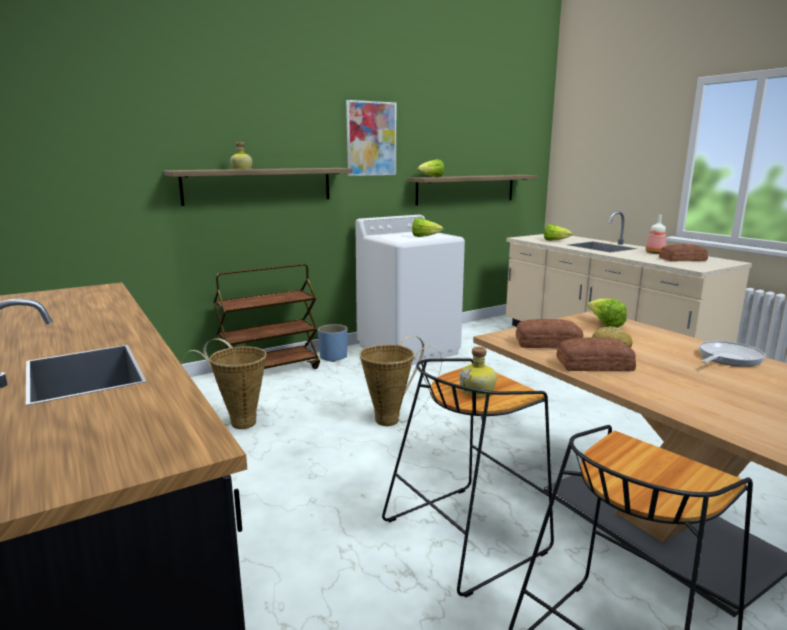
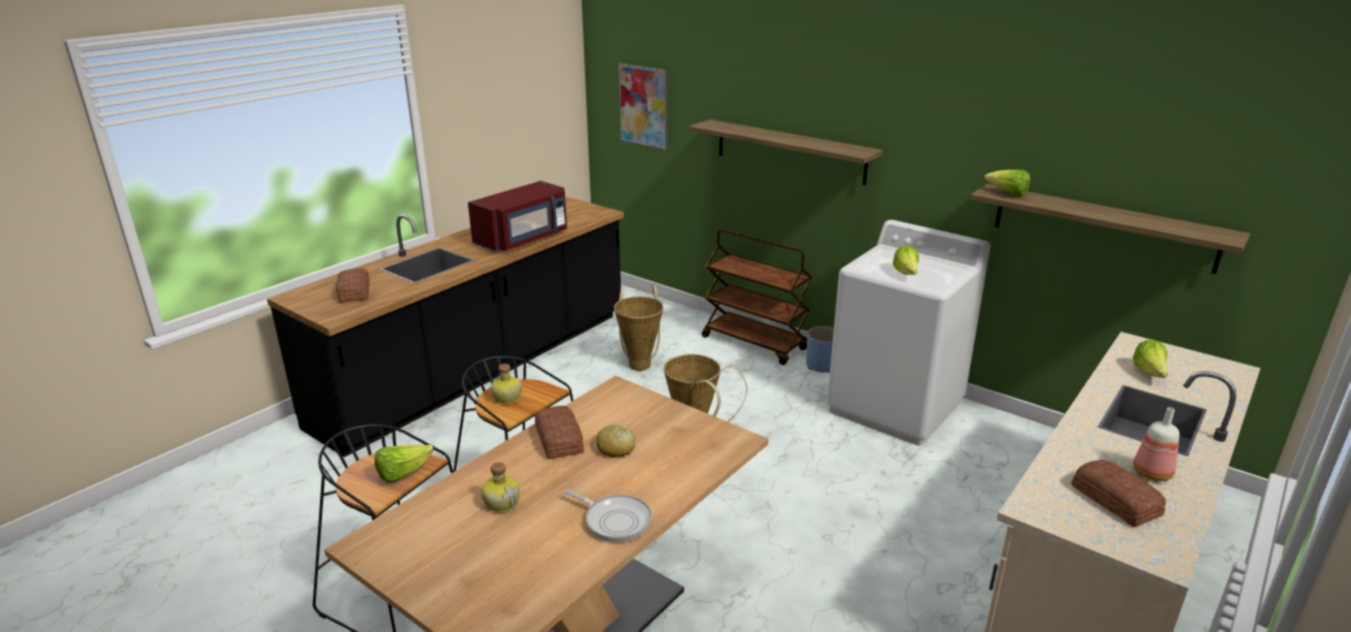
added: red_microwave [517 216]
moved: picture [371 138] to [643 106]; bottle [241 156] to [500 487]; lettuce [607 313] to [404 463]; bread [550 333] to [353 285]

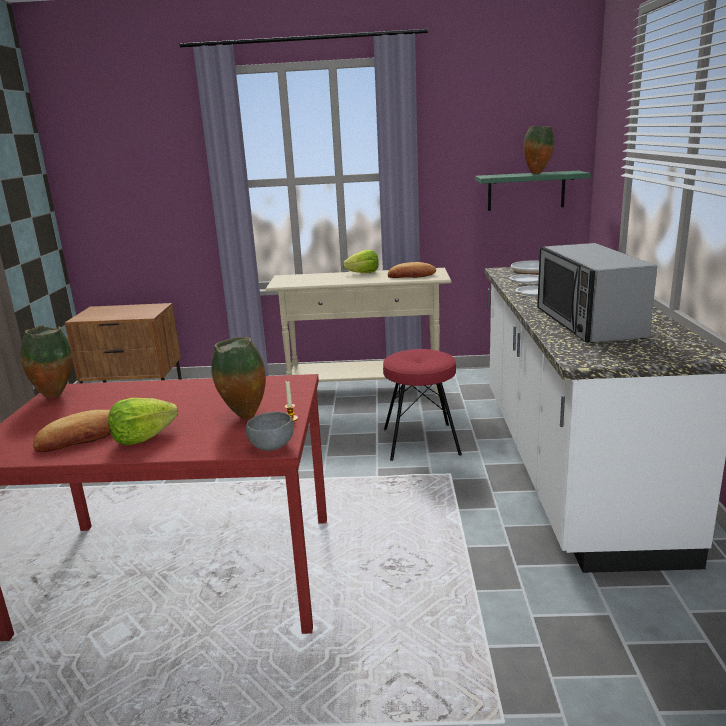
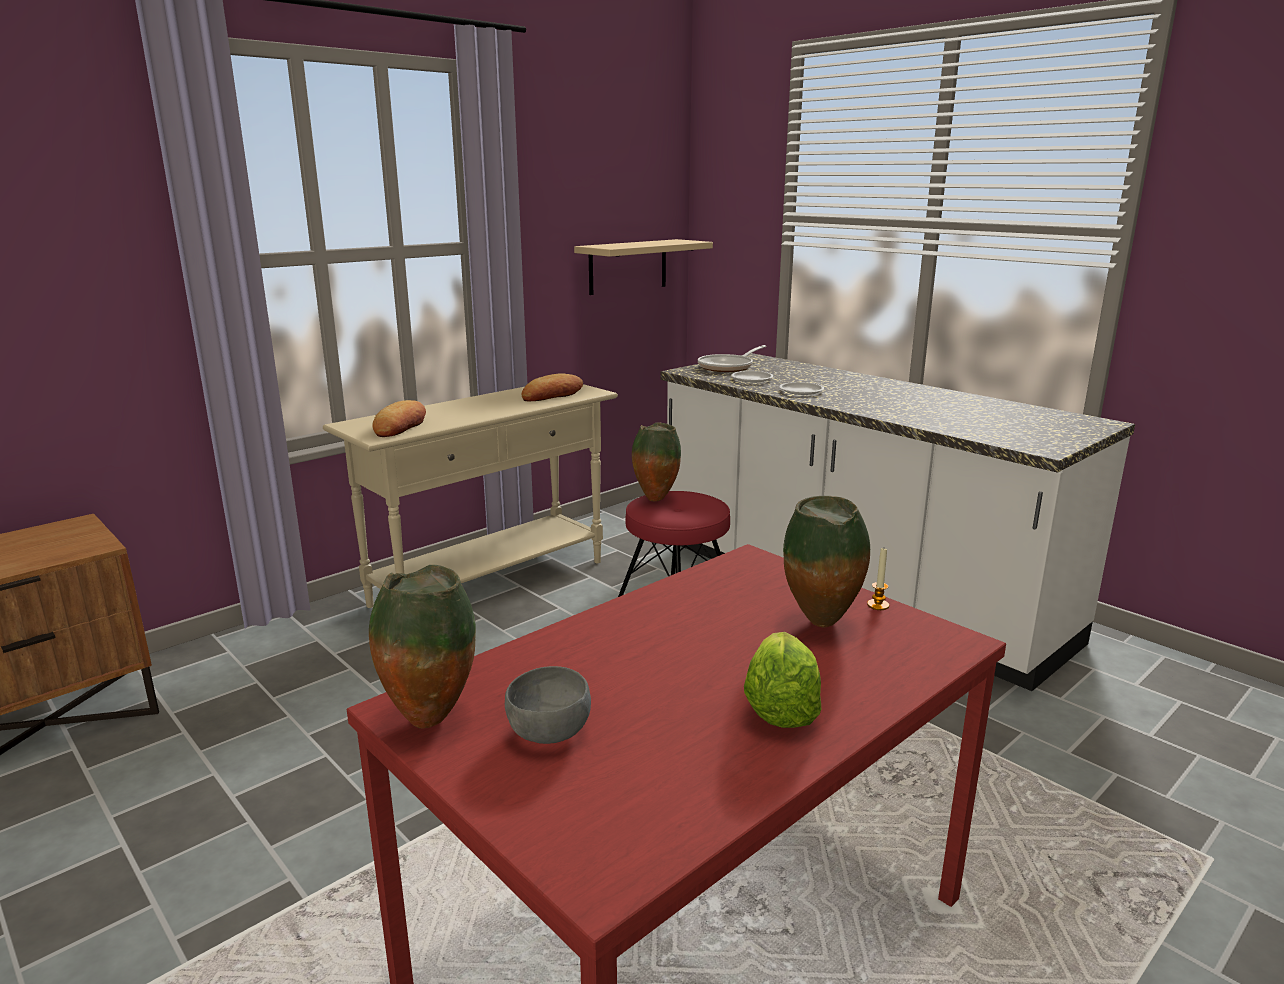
removed: microwave [597 293]; lettuce [360 261]
moved: vase [539 150] to [656 462]; bread [72 431] to [399 418]; grey_bowl [270 431] to [548 705]
recoloured: green_shelf [533 191] to beige_shelf [643 267]

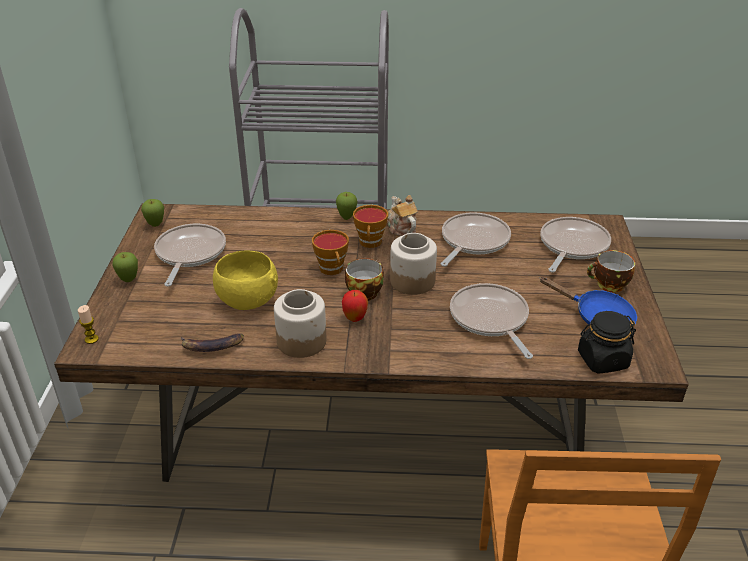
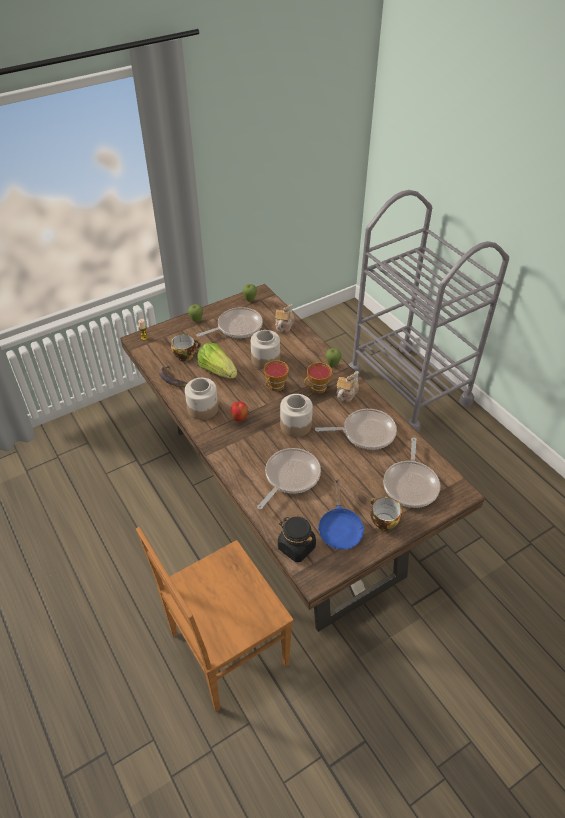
added: teapot [284 318]; jar [265 349]
moved: cup [364 279] to [186 347]
replaced: yellow_bowl [245 280] to lettuce [217 361]
turned: frying_pan [575 245] = [412 473] 105 degrees clockwise

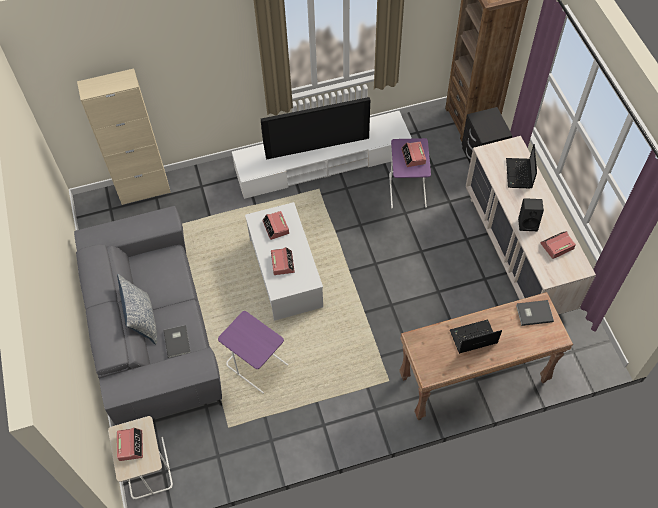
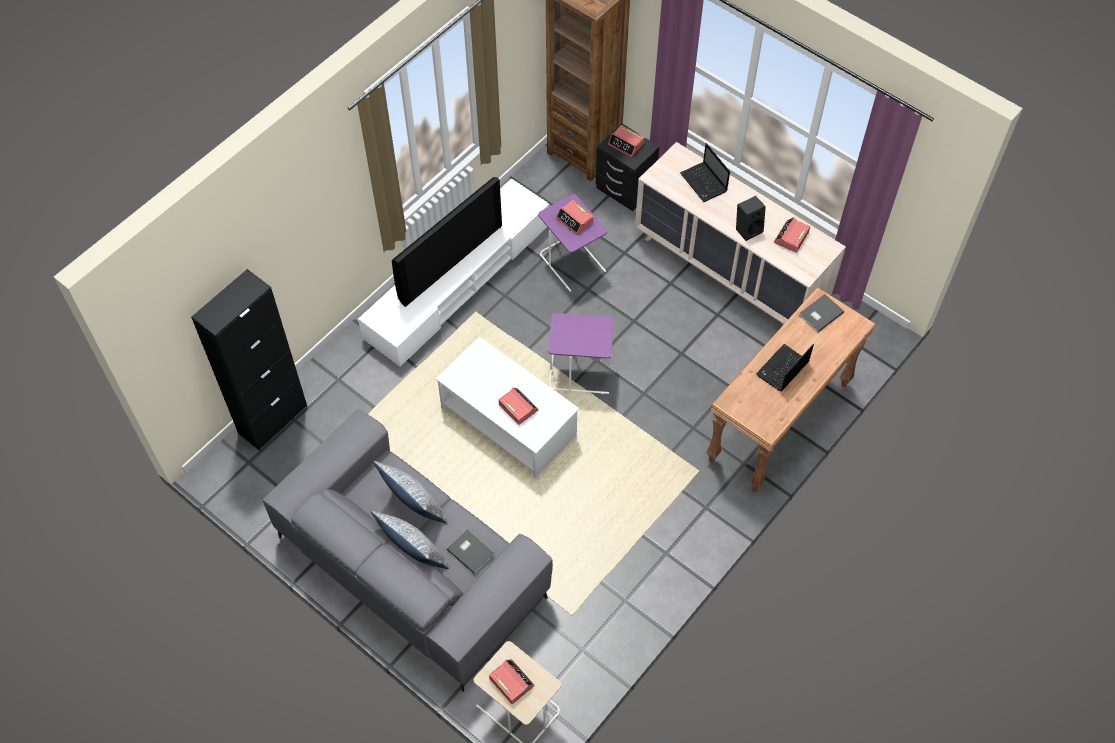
added: pillow [410 492]
moved: alarm_clock [275 225] to [626 141]; purple_side_table [253 352] to [581 353]
recoloured: beige_cabinet [124 136] to black_cabinet [249 359]

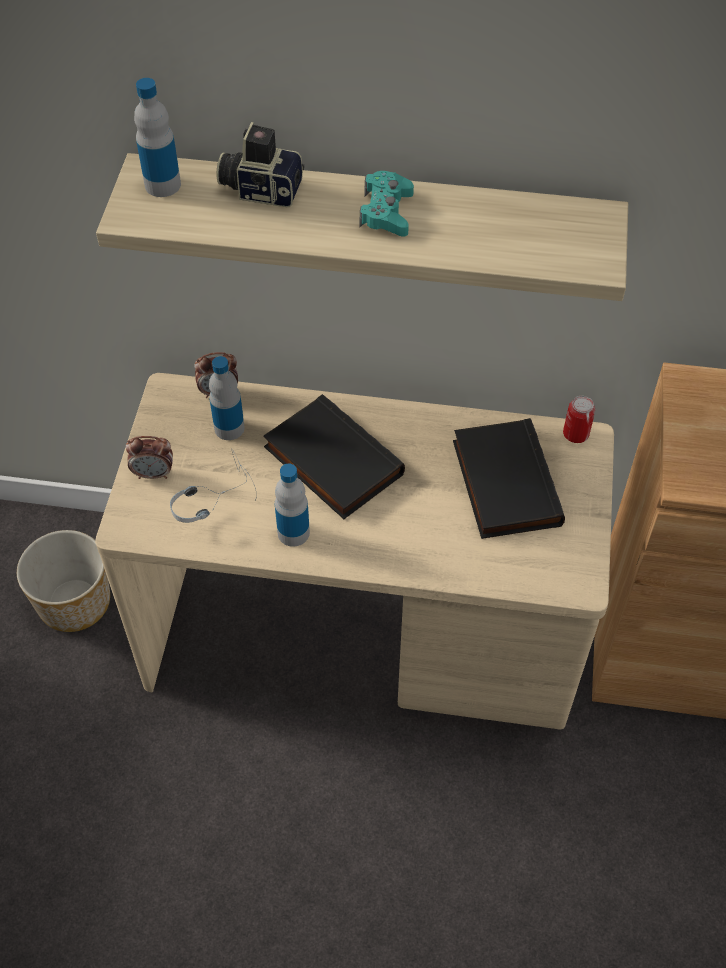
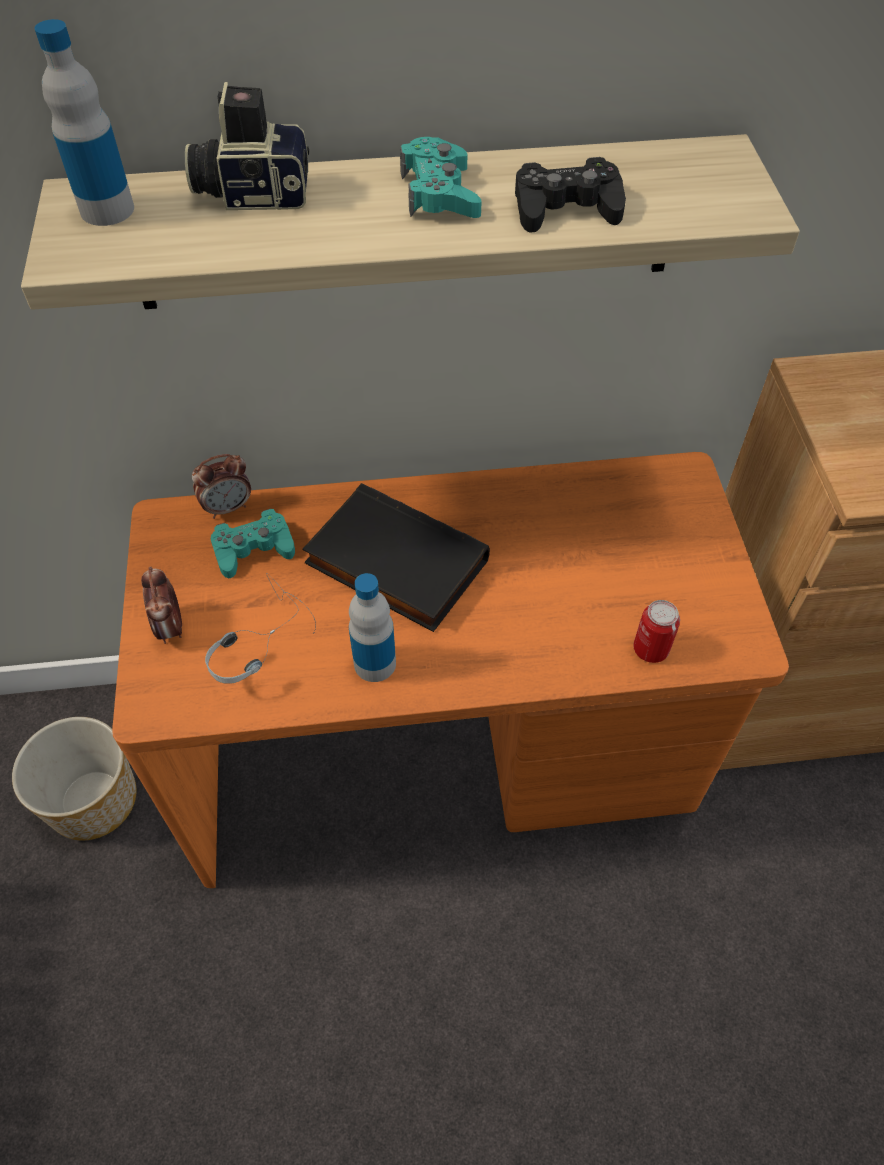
removed: black_book [509 478]
added: black_game_controller [570 195]
moved: can [579 419] to [656 631]
replaced: bottle [227 398] to turquoise_game_controller [253 543]
recoloured: beige_desk [354 551] to orange_desk [450 670]
turned: alarm_clock [149 457] = [161 605] 90 degrees clockwise

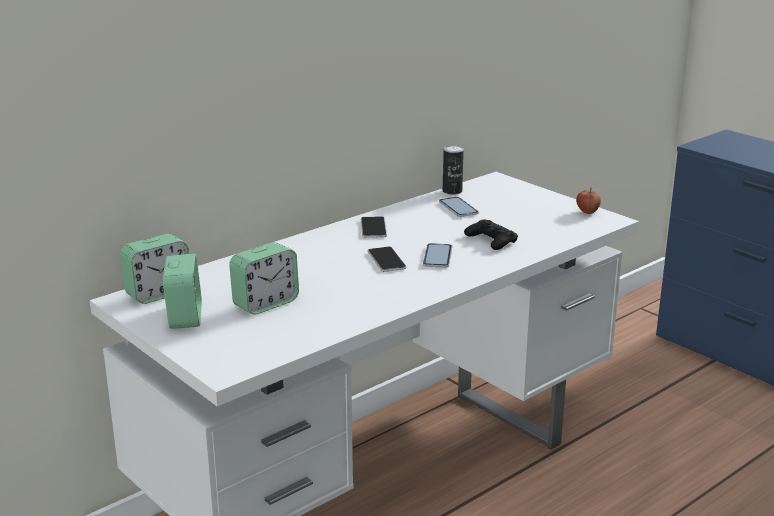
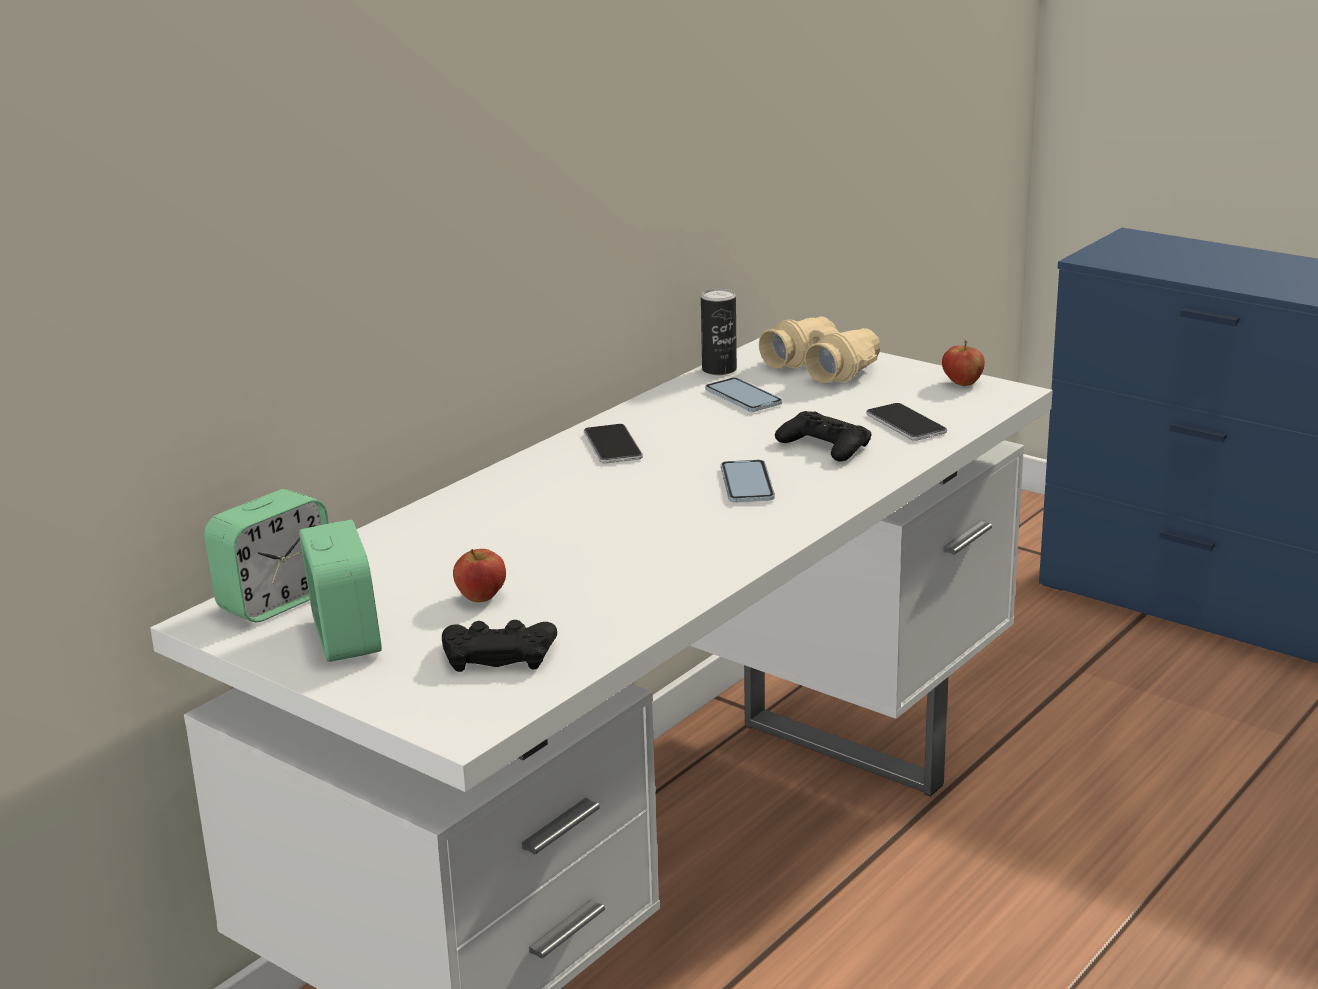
added: beige_binoculars [819 349]; black_game_controller [499 646]
moved: phone [387 259] to [906 422]
replaced: alarm_clock [264 278] to apple [479 575]

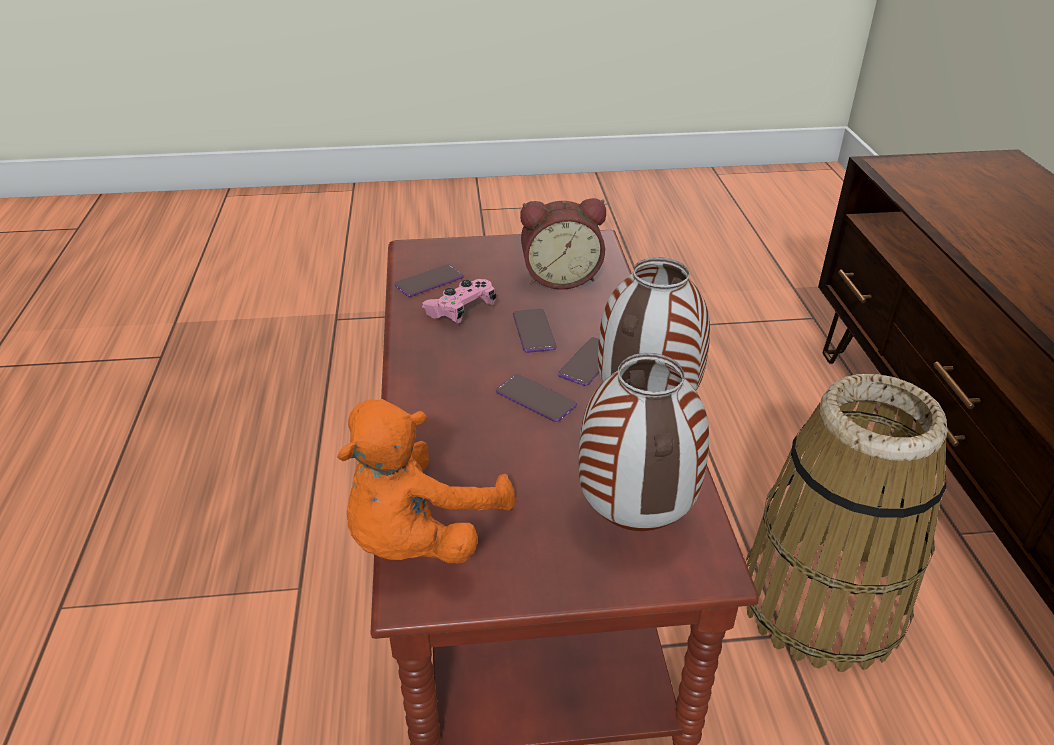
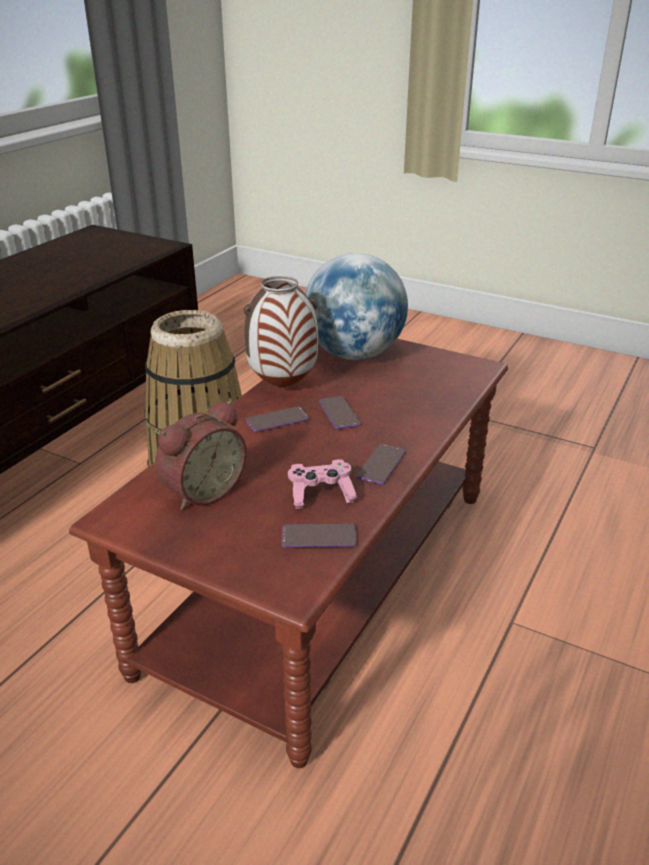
removed: orange_plush_toy [426 481]
moved: phone [535 331] to [381 464]
replaced: vase [643 442] to globe [356 306]
turned: alarm_clock [563 244] = [201 455] 105 degrees clockwise

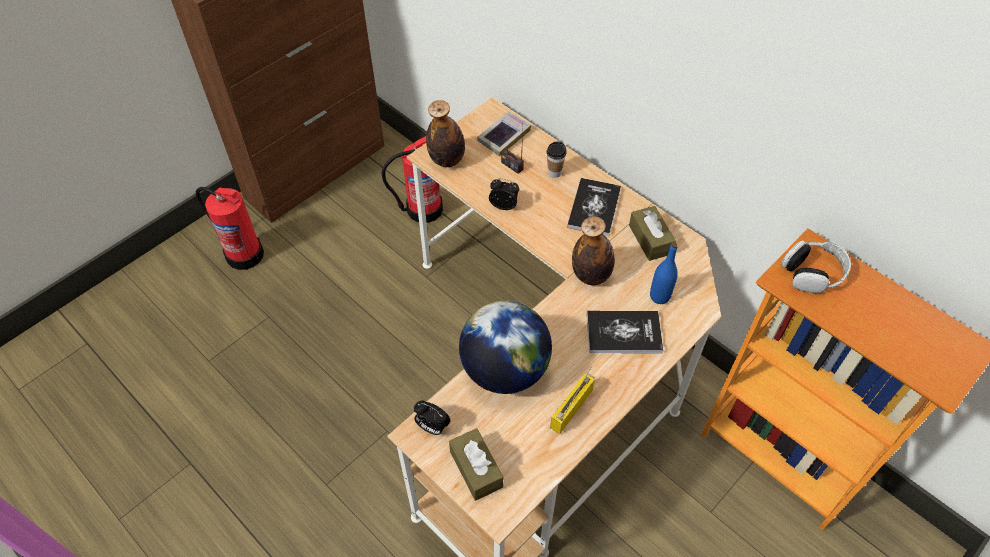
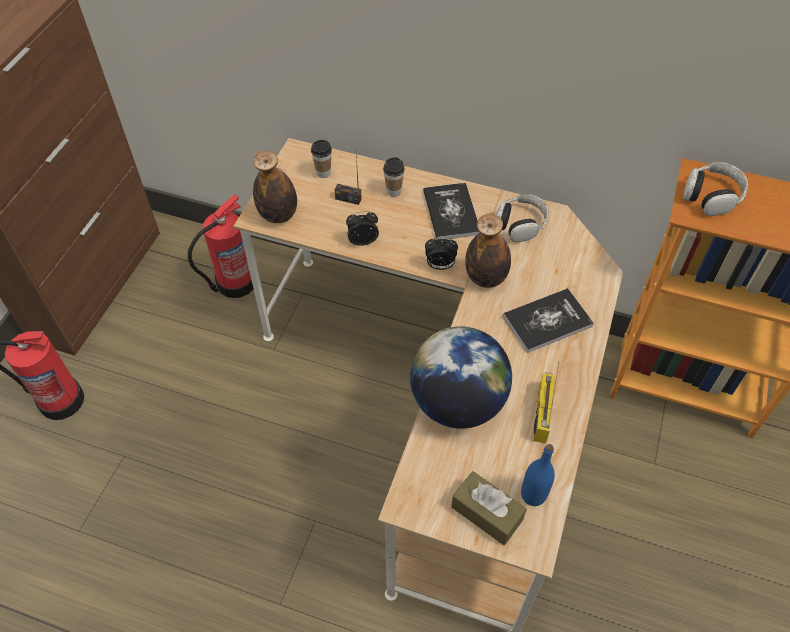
moved: blue_bottle [664 273] to [538 475]; alarm_clock [432 417] to [441 254]
replaced: book [504 134] to cup [321 159]; brown_tissue_box [652 233] to headphones [522 218]

